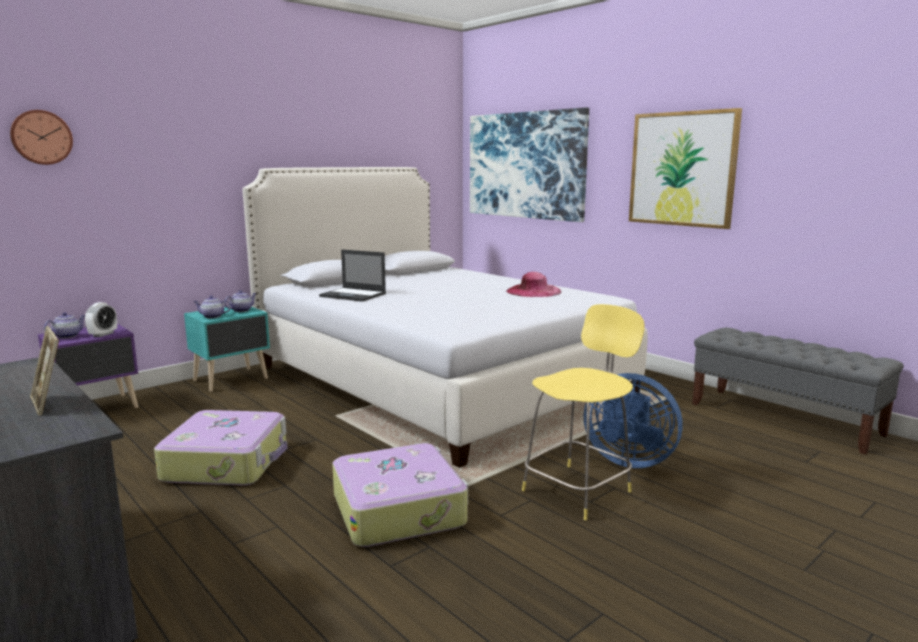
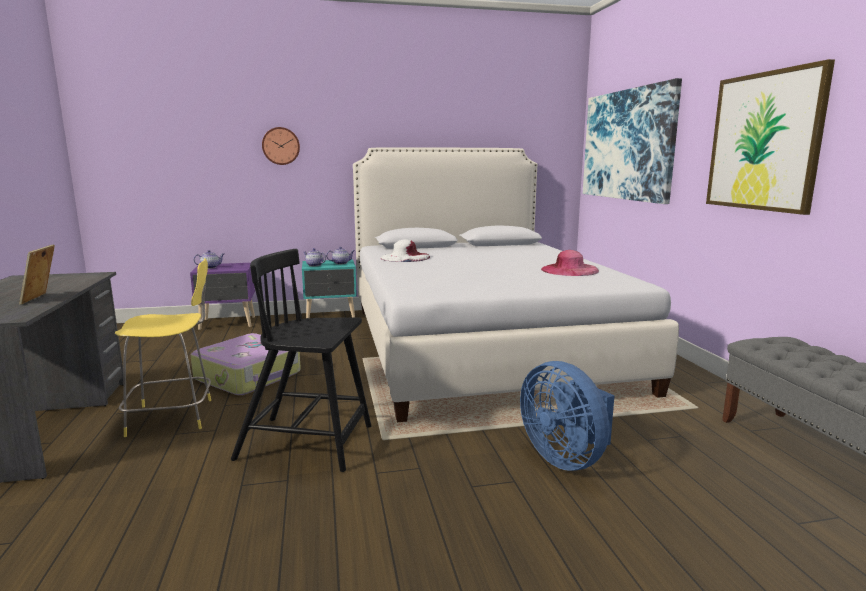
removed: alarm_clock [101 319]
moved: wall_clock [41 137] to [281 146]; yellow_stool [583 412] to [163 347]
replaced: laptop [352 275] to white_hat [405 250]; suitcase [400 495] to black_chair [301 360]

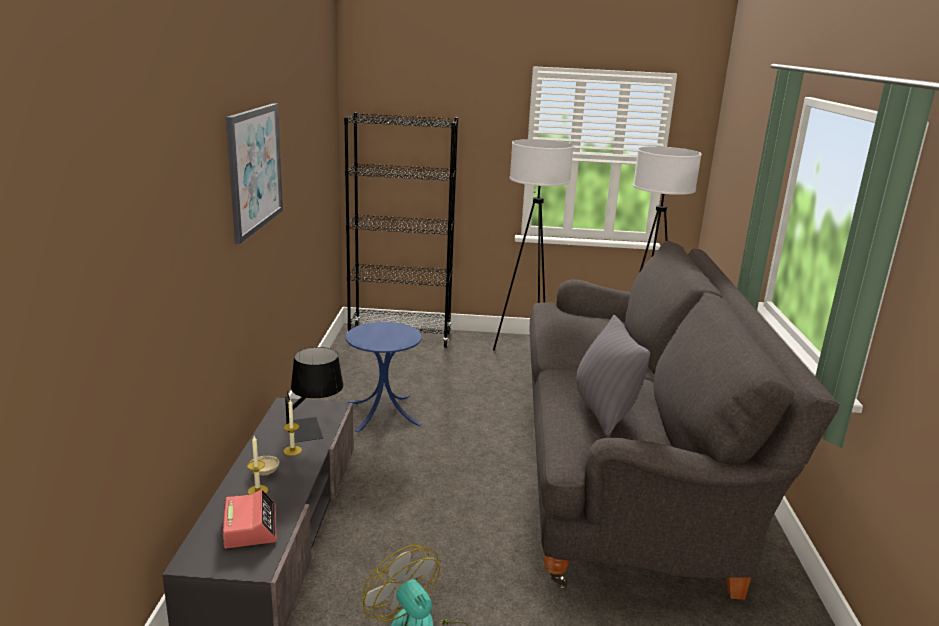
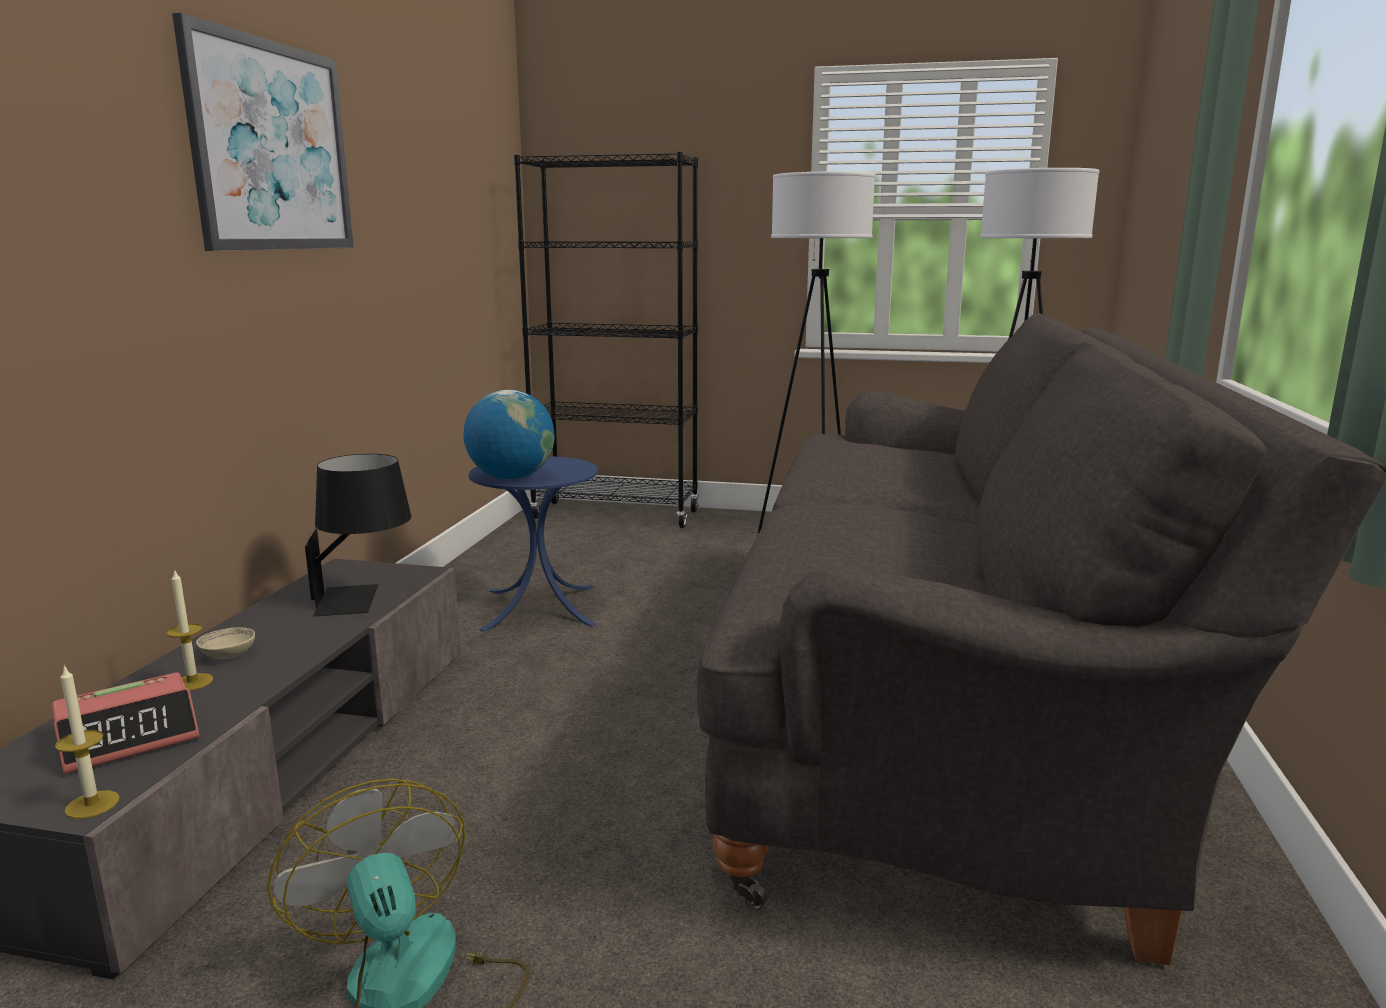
removed: grey_pillow [613 375]
added: globe [509 434]
moved: candle [293 427] to [87 742]
turned: alarm_clock [250 518] = [126 723] 60 degrees clockwise

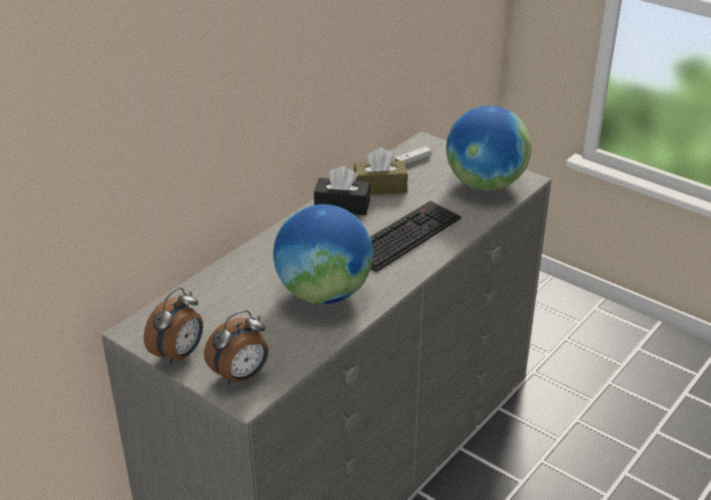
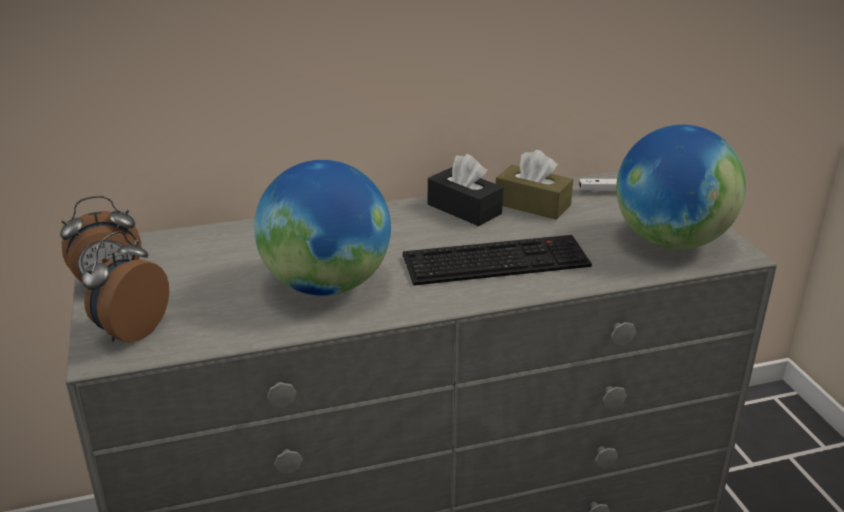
turned: alarm_clock [236 347] = [125 286] 120 degrees clockwise

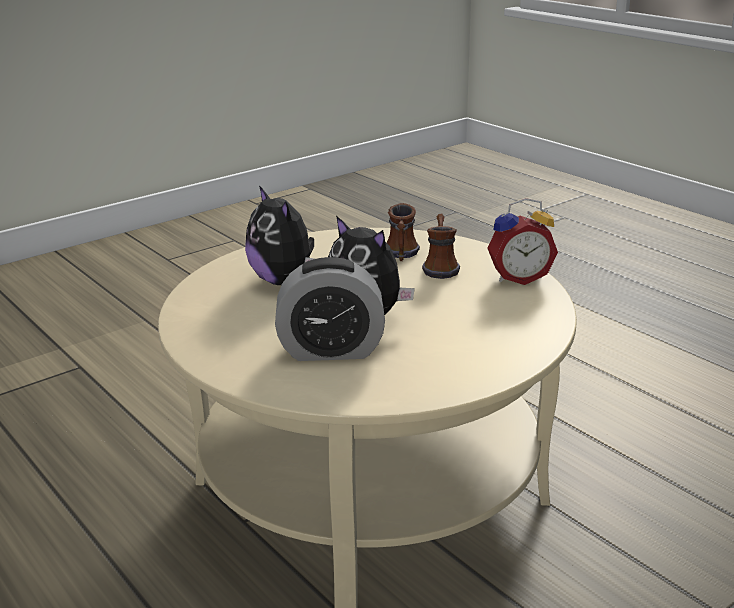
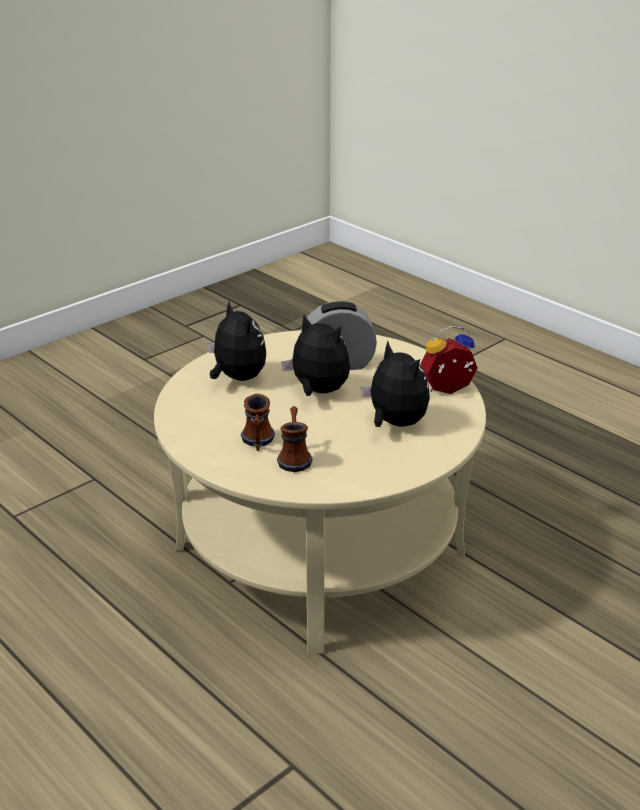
added: plush_toy [237 341]
moved: alarm_clock [522 241] to [449 360]

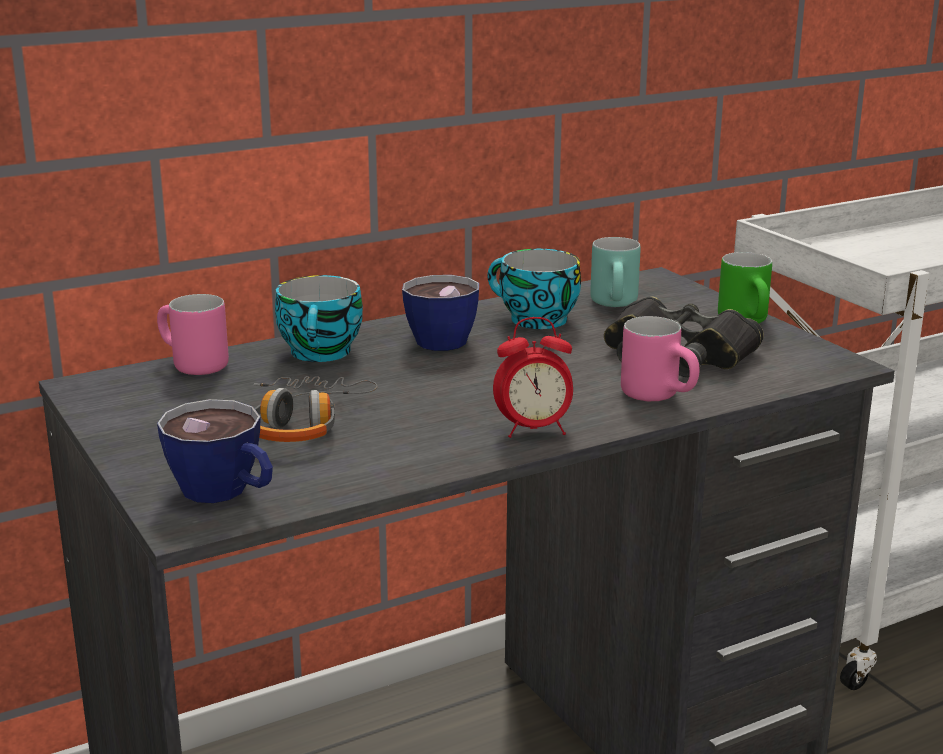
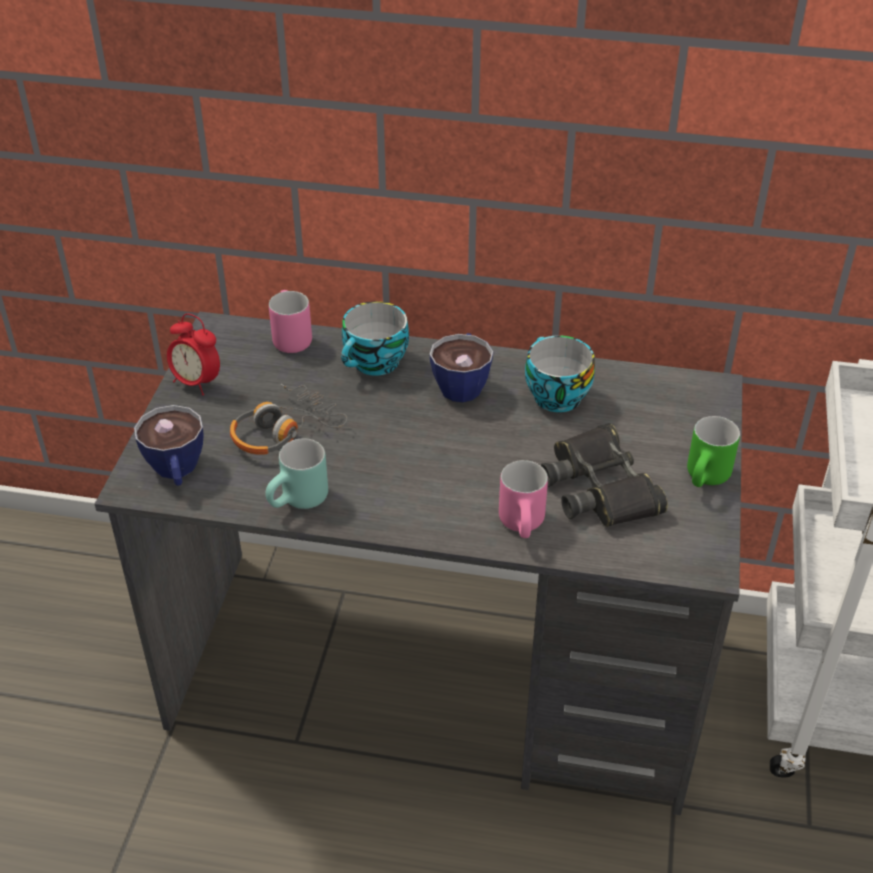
moved: turquoise_mug [615 272] to [296 473]; alarm_clock [533 377] to [193 354]

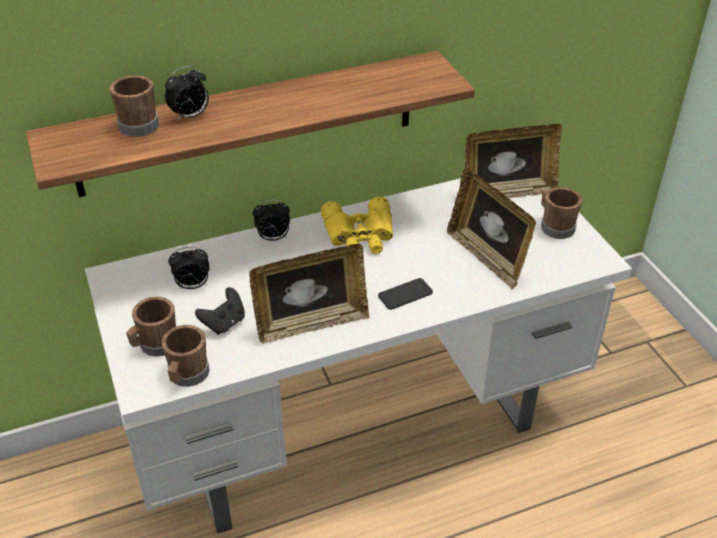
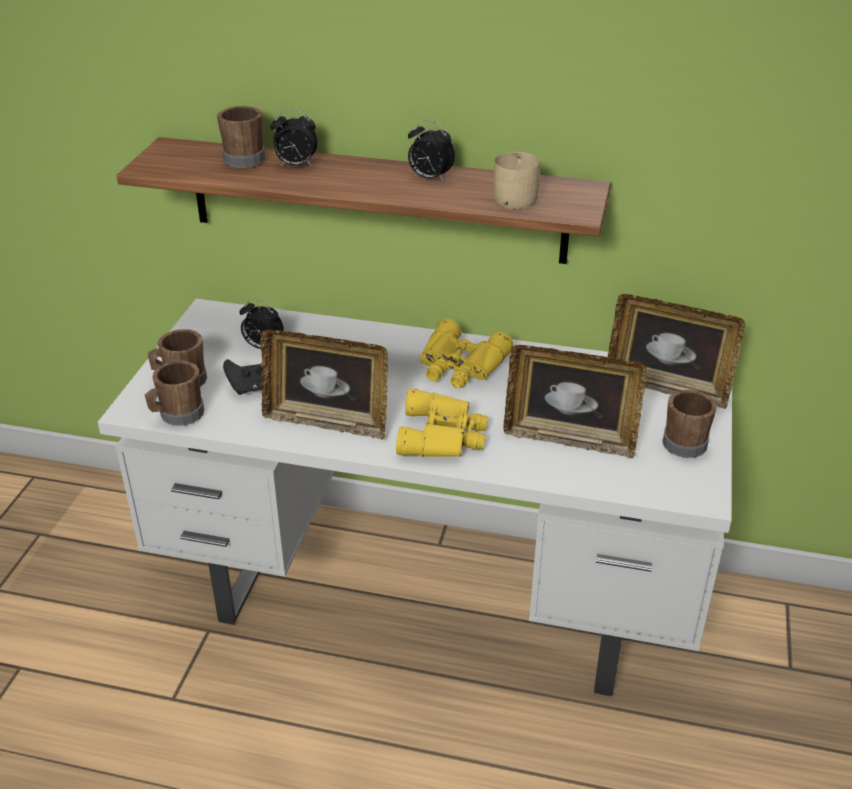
added: beige_mug [517 180]
moved: alarm_clock [271 220] to [431 151]
replaced: phone [405 294] to yellow_binoculars [442 422]
turned: picture_frame [491 229] = [575 401] 75 degrees counterclockwise

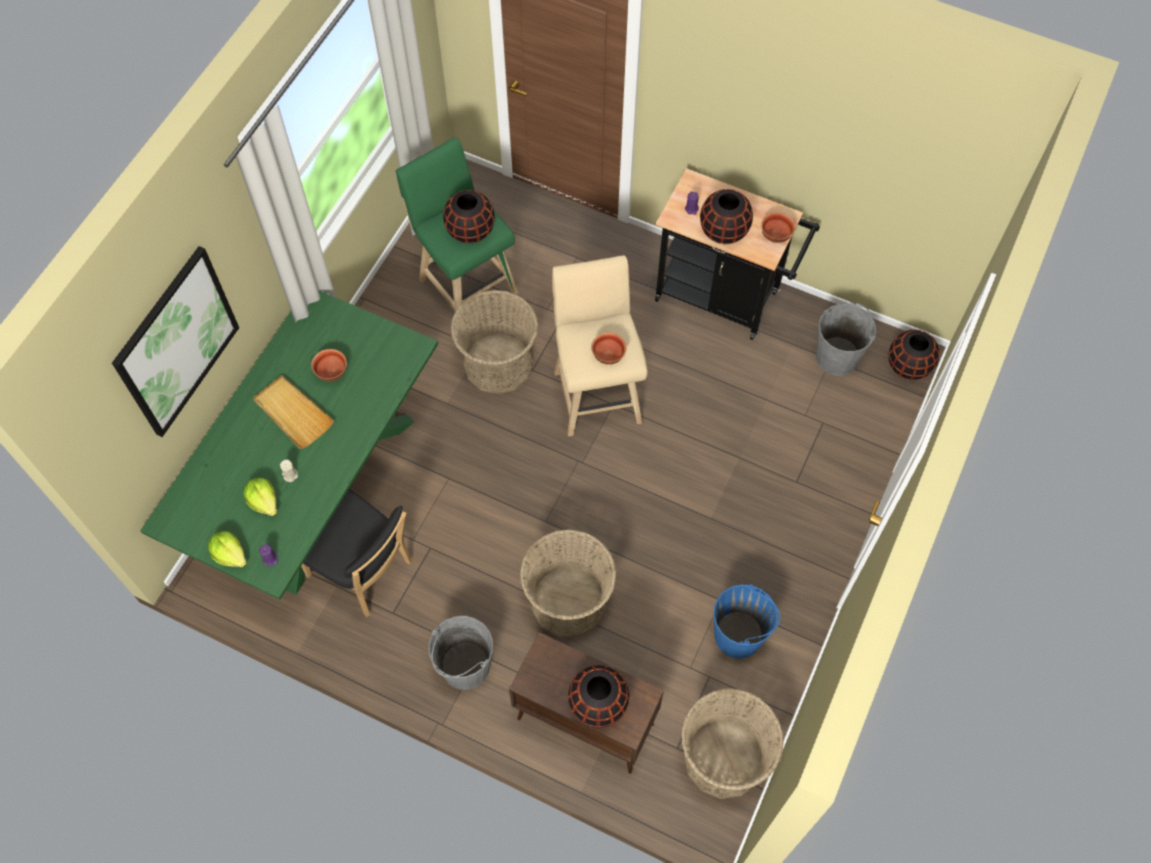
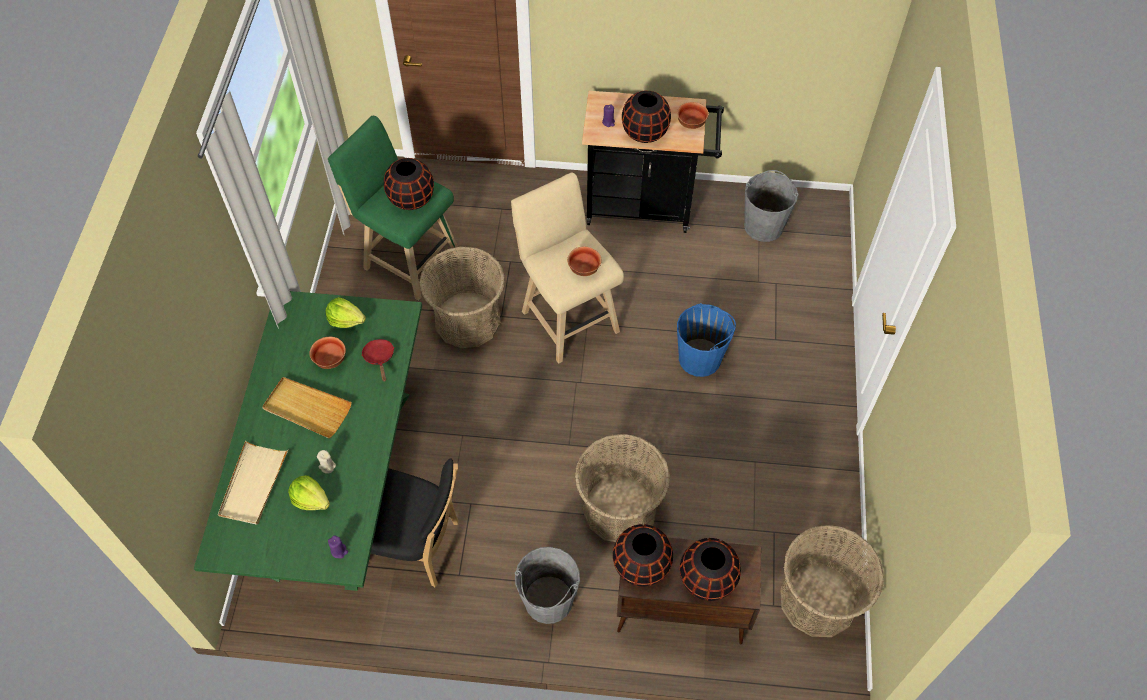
removed: picture [175 341]
added: red_frying_pan [378 360]; beige_tray [253 483]
moved: black_vase [914 355] to [643 555]; lettuce [227 549] to [346 312]; blue_bucket [747 621] to [706 340]

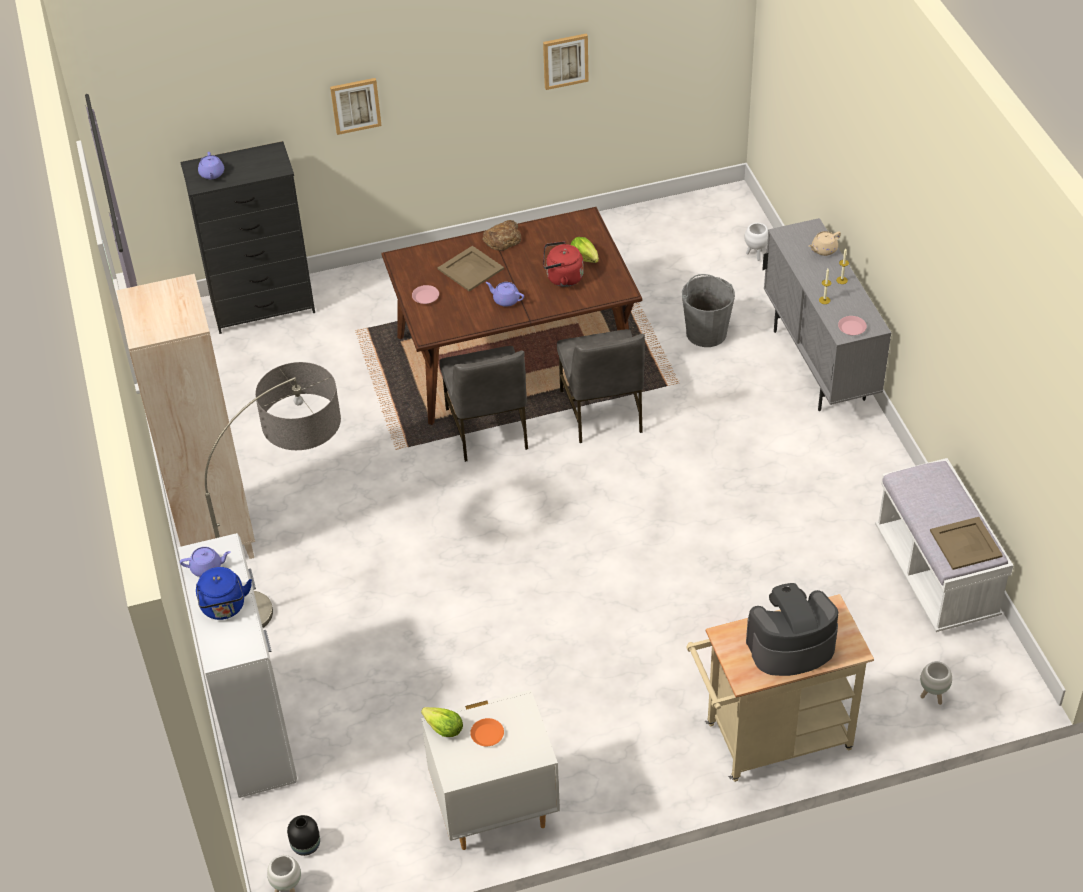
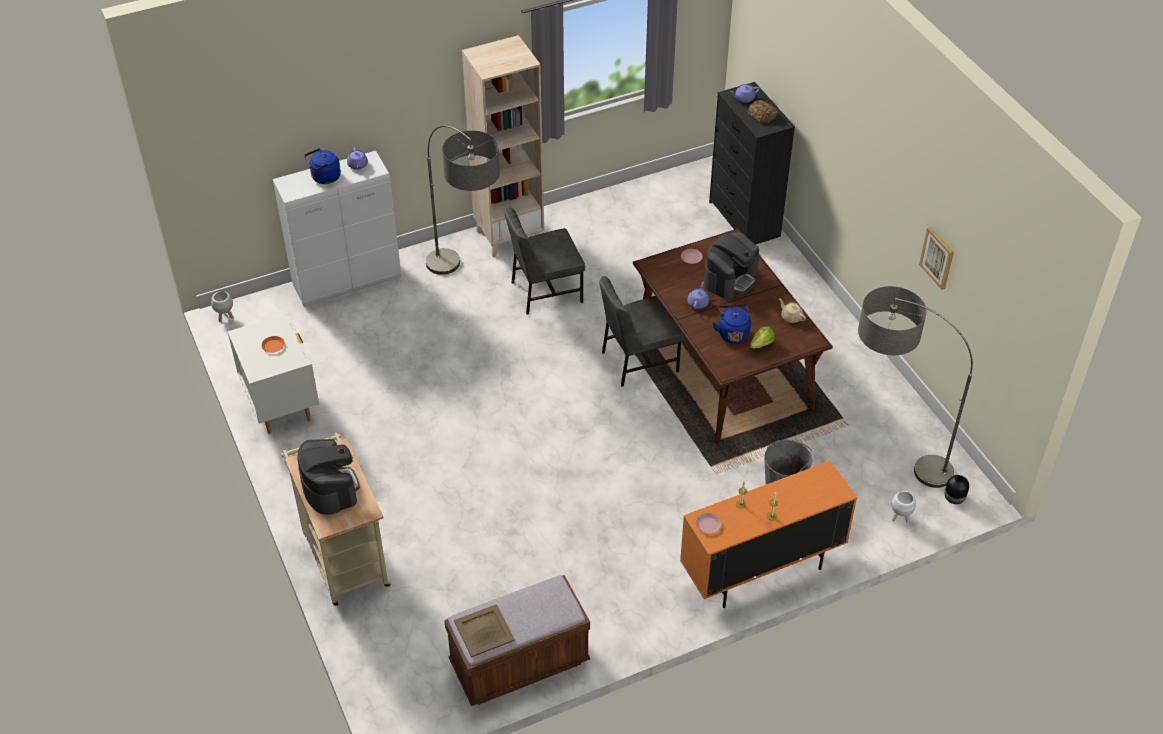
removed: picture [356 106]; white_planter [936 683]; lettuce [442 722]
added: floor_lamp [915 387]
moved: bread [501 235] to [763 112]; beige_teapot [825 243] to [792 310]; grey_chair [601 386] to [544 260]; black_vase [303 835] to [957 489]
replaced: beige_tray [471 268] to coffee_machine [731 265]
recoloured: grey_cabinet [826 314] to orange_cabinet [768 534]; red_kettle [563 264] to blue_kettle [732 323]; white_bench [944 545] to brown_bench [517 640]

